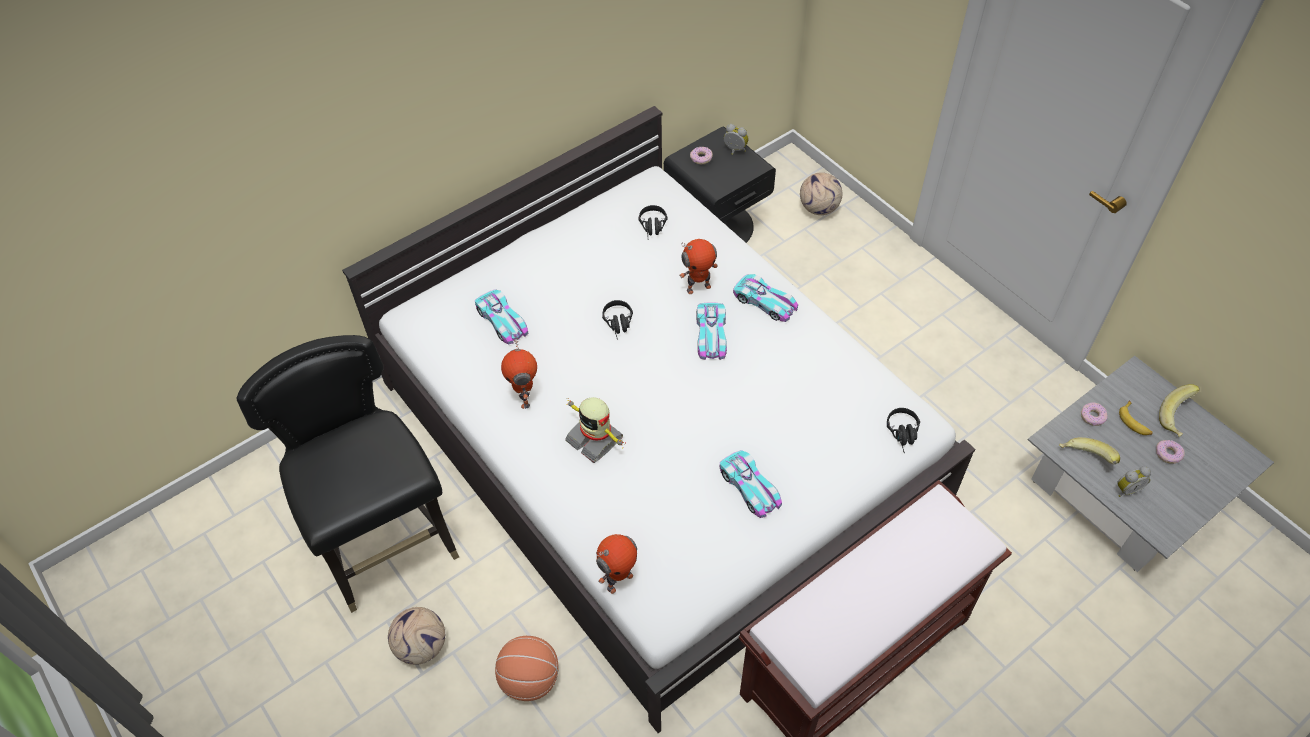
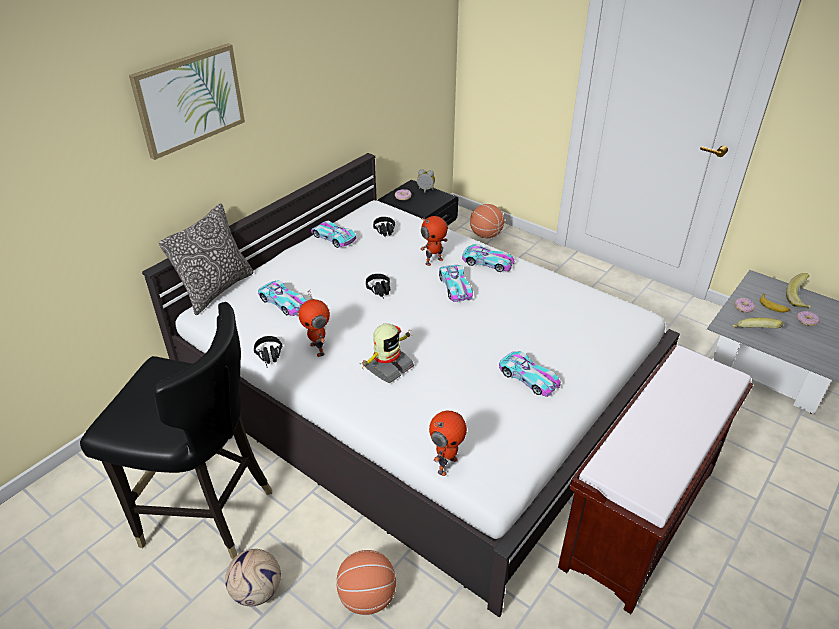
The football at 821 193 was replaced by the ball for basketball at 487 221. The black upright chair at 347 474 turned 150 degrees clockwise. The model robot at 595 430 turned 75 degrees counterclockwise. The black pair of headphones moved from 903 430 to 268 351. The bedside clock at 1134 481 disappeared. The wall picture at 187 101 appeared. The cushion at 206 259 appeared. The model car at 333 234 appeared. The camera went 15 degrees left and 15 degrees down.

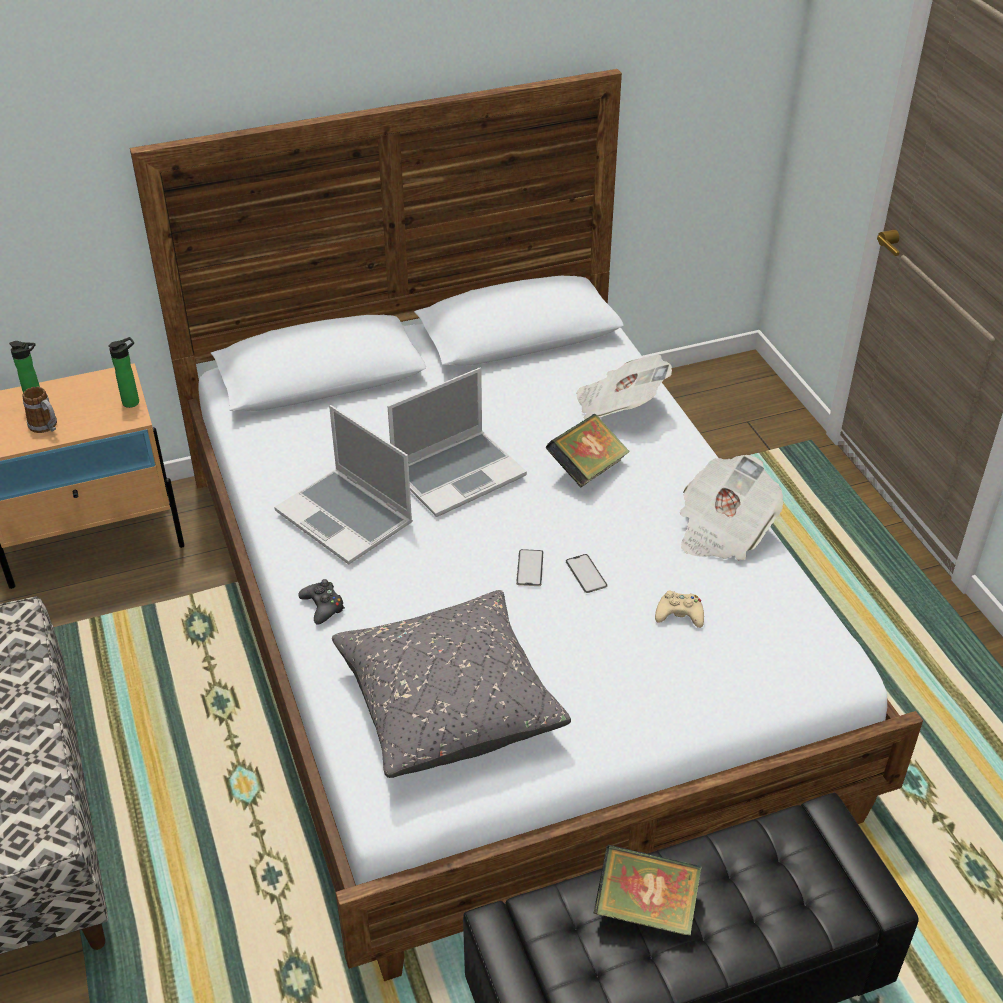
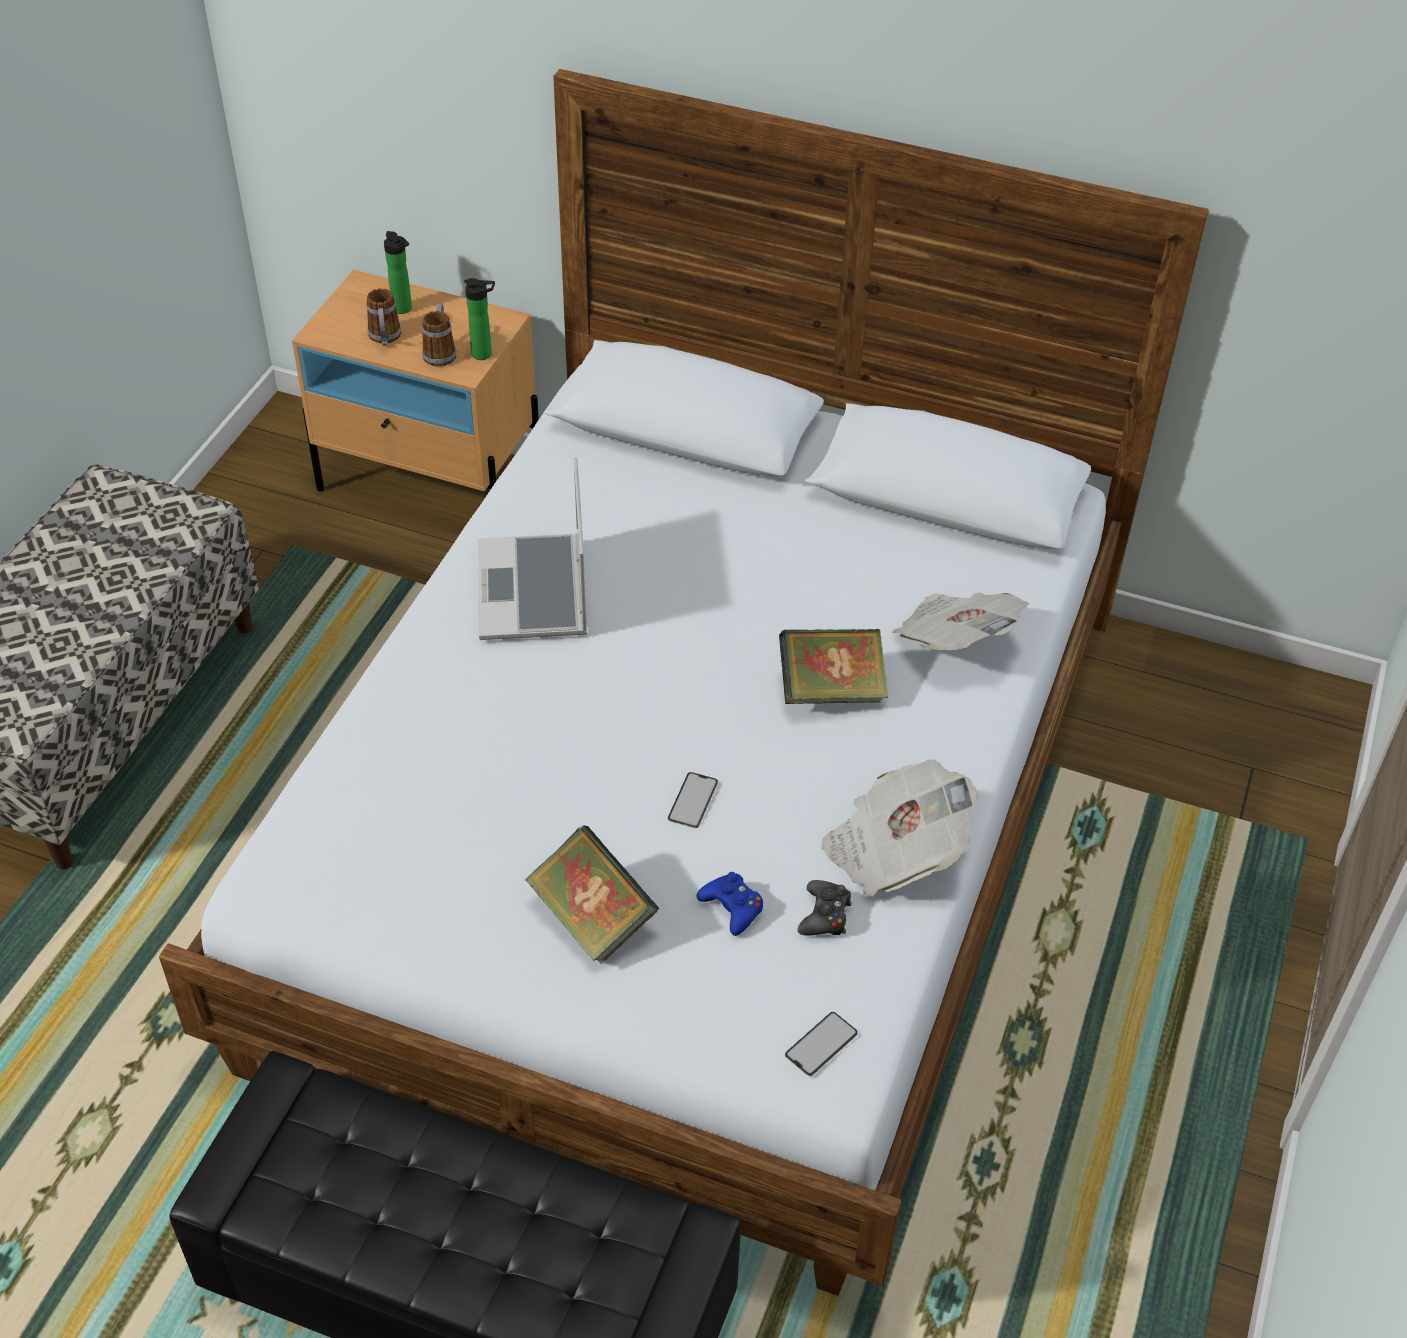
The portable computer at 457 442 disappeared. The handset moved from 529 567 to 821 1044. The black game controller moved from 321 602 to 824 908. The greyish cushion at 451 684 disappeared. The beige-coloured game controller at 679 609 became the blue-coloured game controller at 730 904. The book moved from 647 890 to 592 894. The tea mug at 439 335 appeared. The camera went 40 degrees right and 5 degrees up.

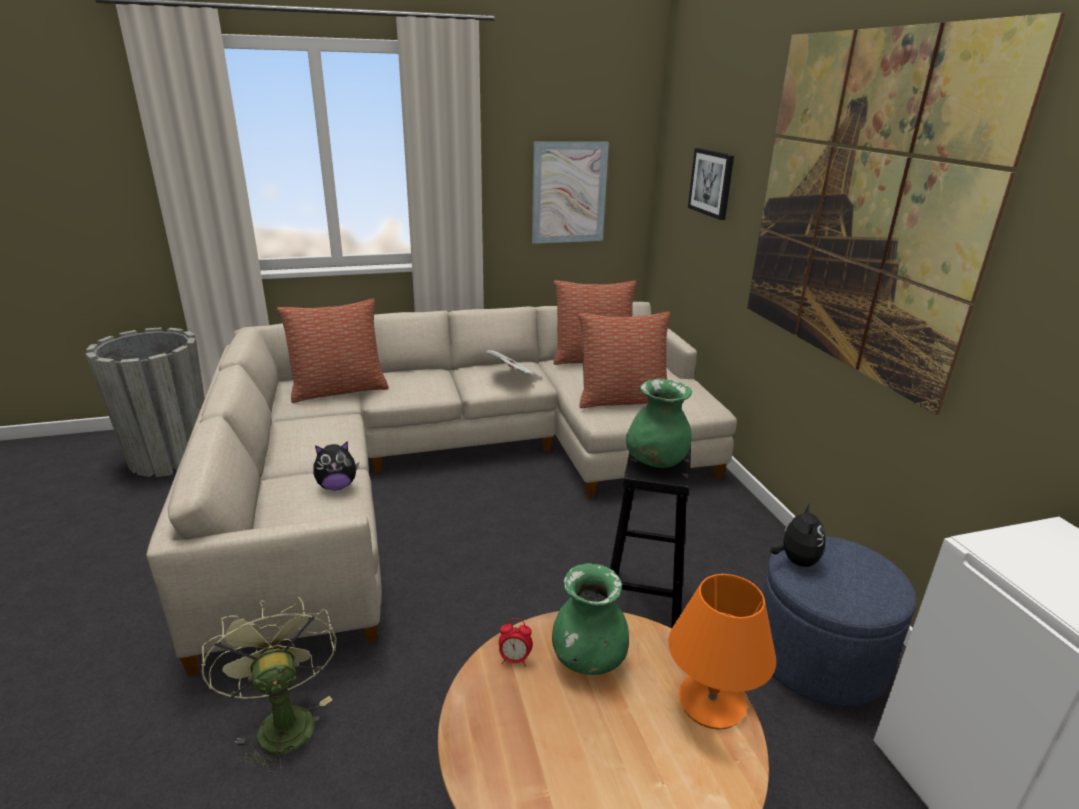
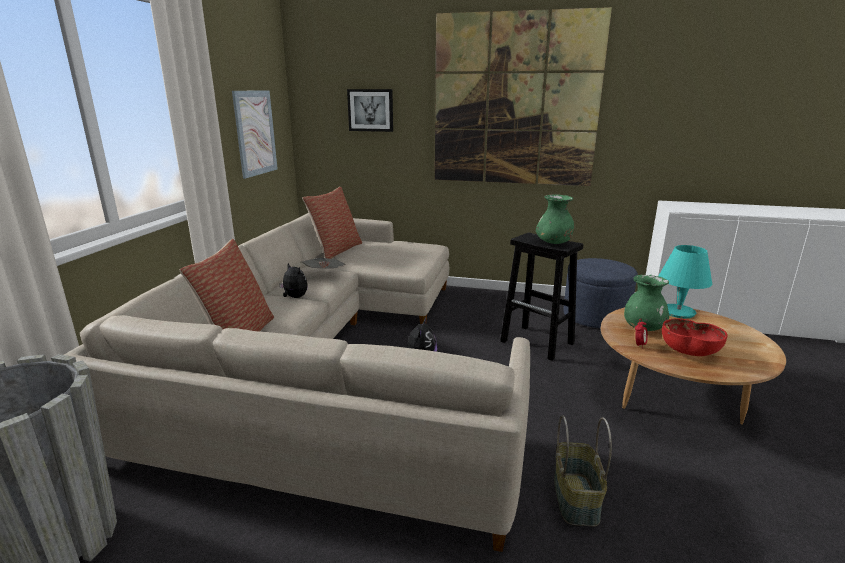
The cushion at 624 360 disappeared. The cuddly toy moved from 798 535 to 293 280. The orange table lamp at 722 652 became the turquoise table lamp at 685 281. The green-coloured fan at 269 685 was replaced by the basket at 583 471. The red bowl at 695 337 appeared. The camera went 60 degrees left and 5 degrees down.

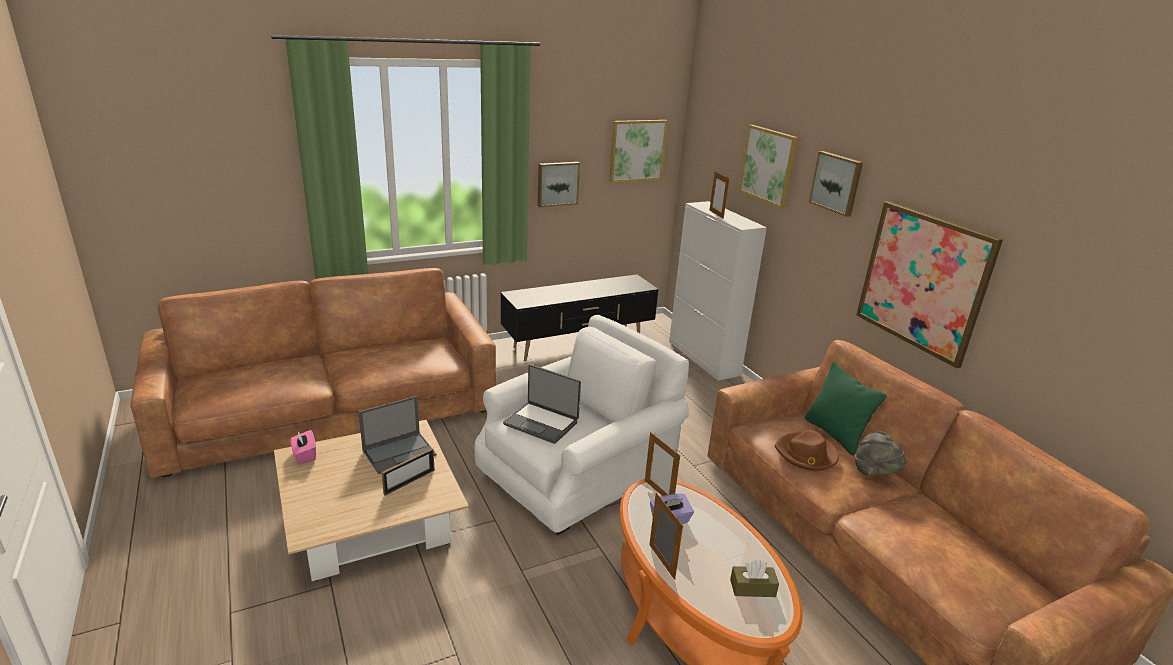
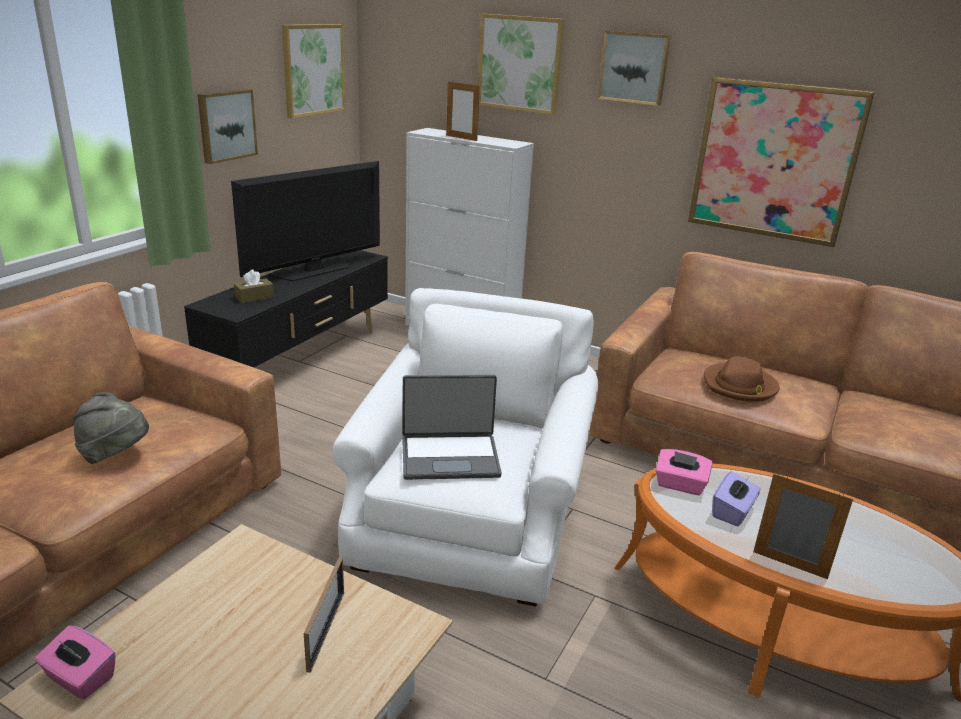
The green-coloured cushion at 846 408 disappeared. The portable computer at 398 435 disappeared. The greyish hat moved from 880 453 to 111 428. The photo frame at 662 464 was replaced by the pink tissue holder at 684 472. The brown-coloured tissue holder moved from 754 578 to 254 286. The television at 305 221 appeared. The camera went 35 degrees left and 0 degrees up.

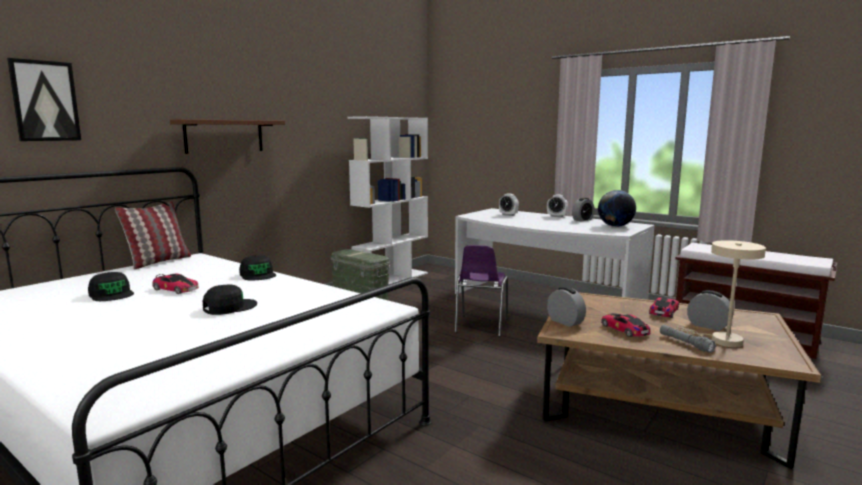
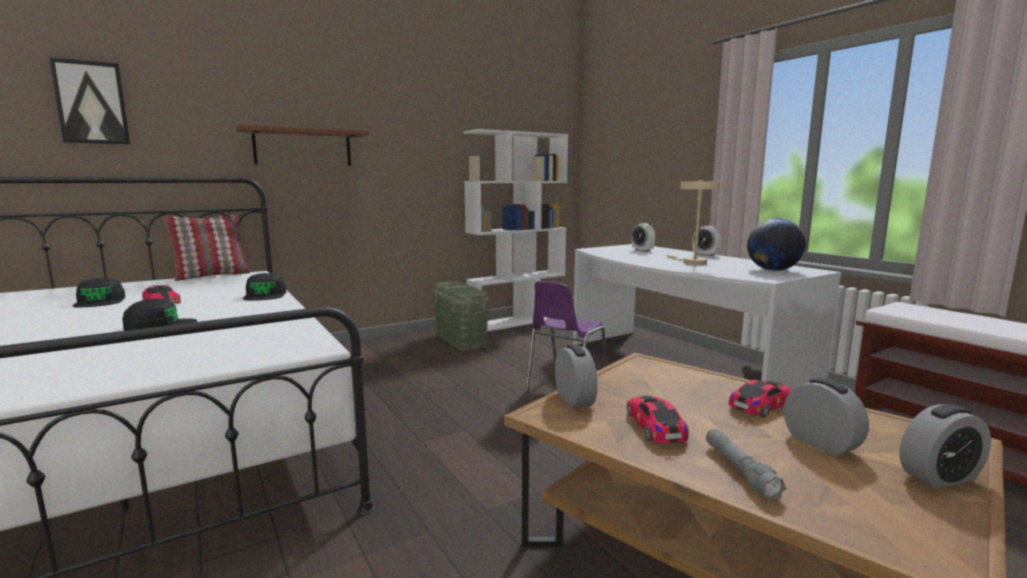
The bedside clock moved from 583 210 to 945 446. The beige-coloured table lamp moved from 721 293 to 693 222. The camera went 20 degrees right and 0 degrees up.

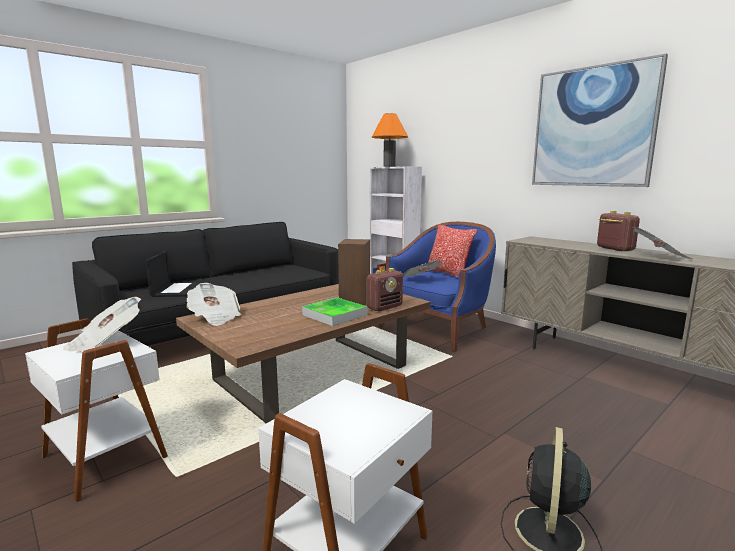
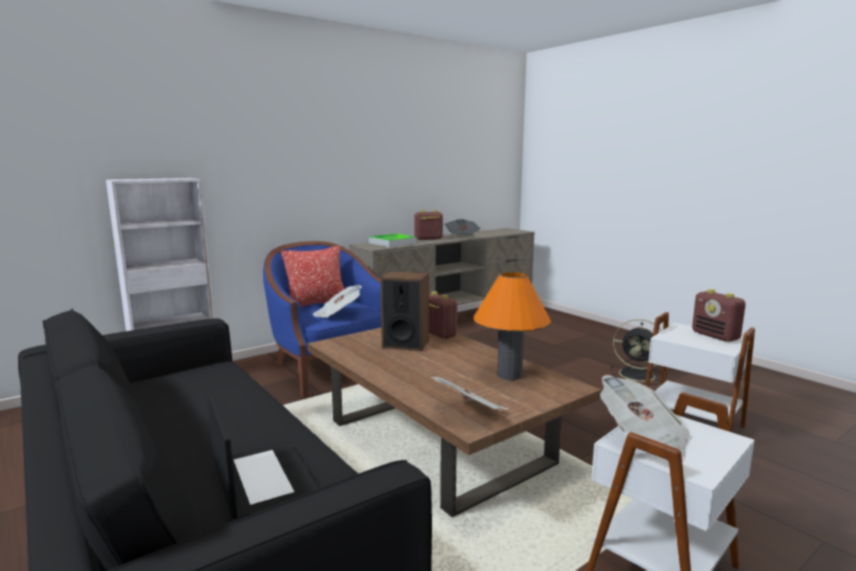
The wall picture at 600 120 disappeared. The orange table lamp moved from 390 140 to 512 326. The portable computer at 175 274 turned 60 degrees clockwise. The carrying tray moved from 335 312 to 393 240. The radio set at 719 315 appeared. The camera went 85 degrees left and 0 degrees up.

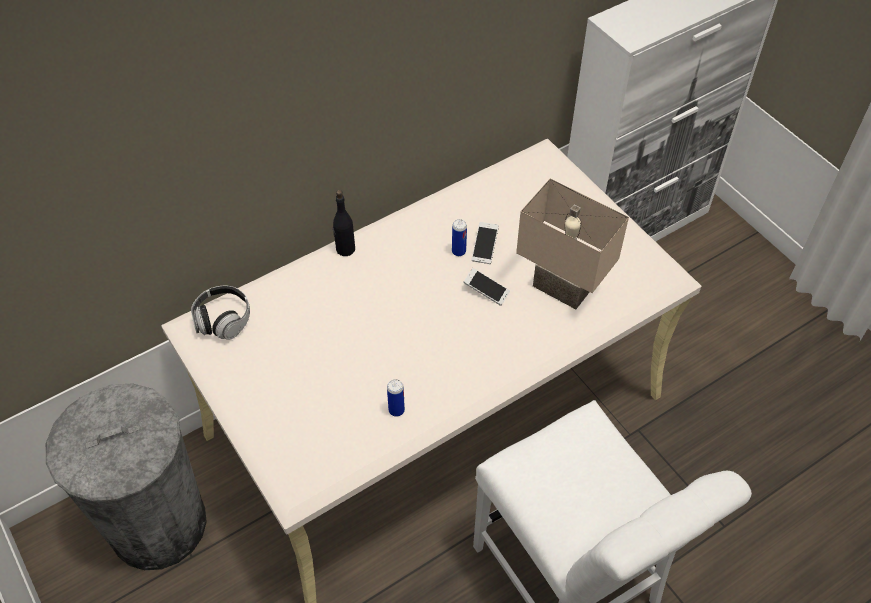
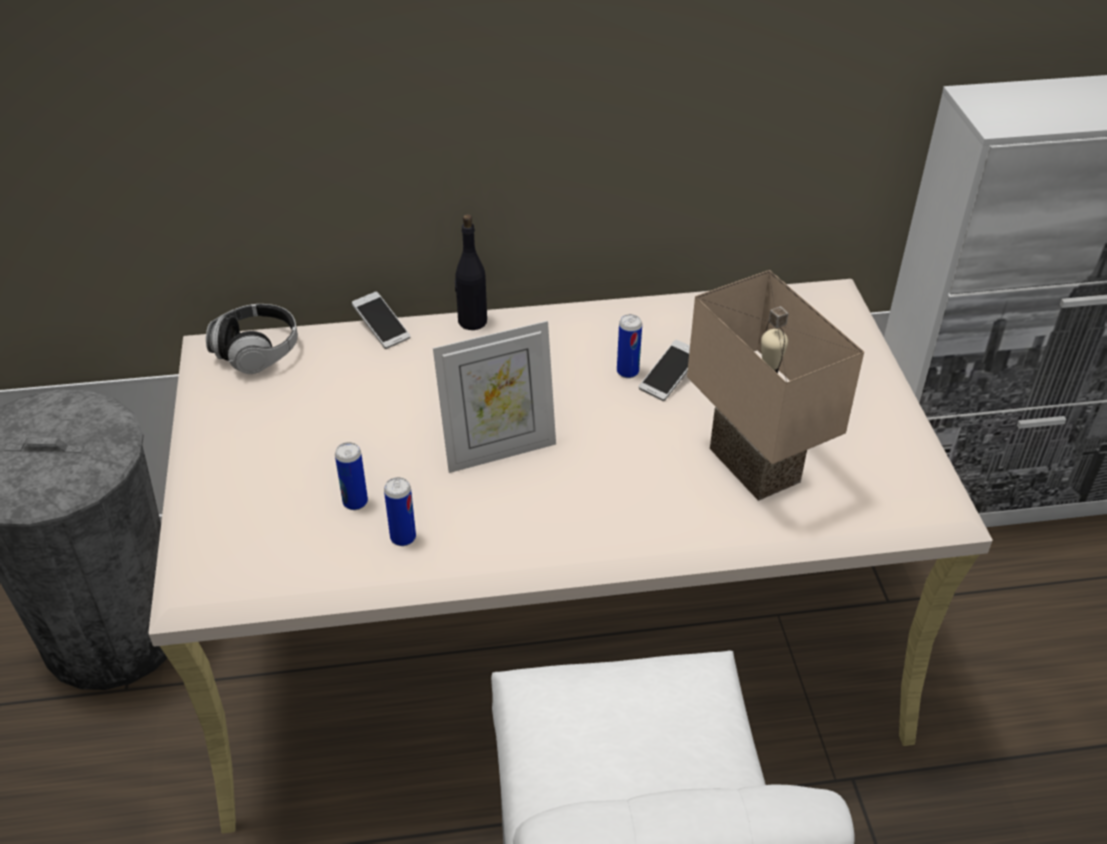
The handset moved from 486 287 to 381 320. The photo frame at 494 397 appeared. The metal can at 351 476 appeared. The camera went 25 degrees right and 10 degrees down.

